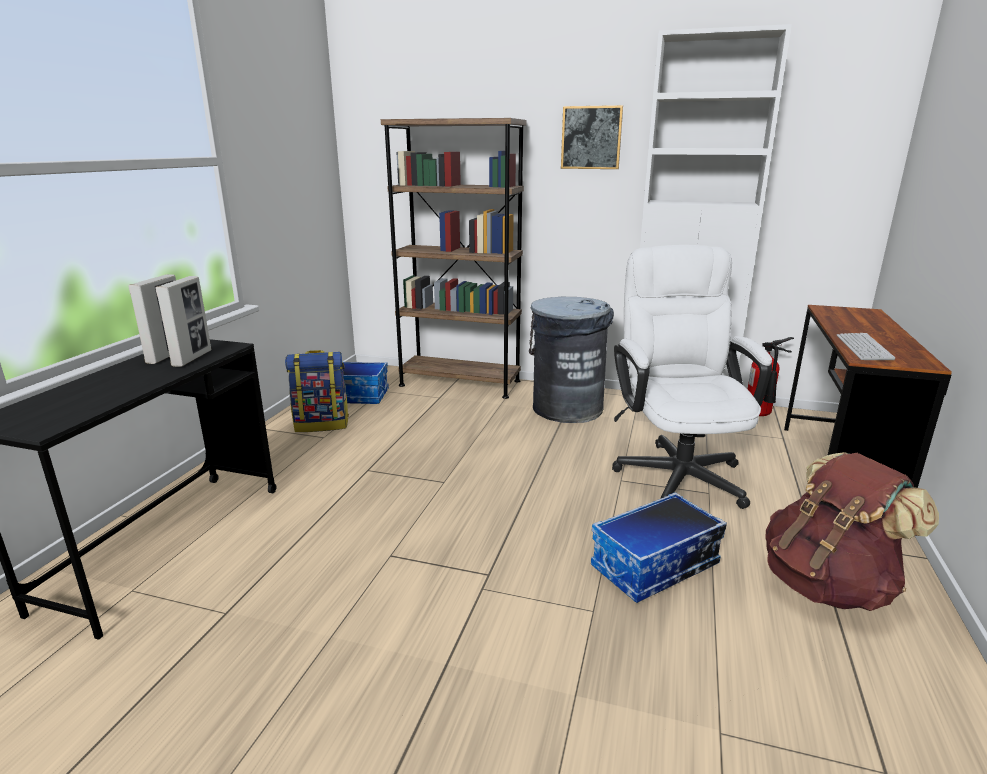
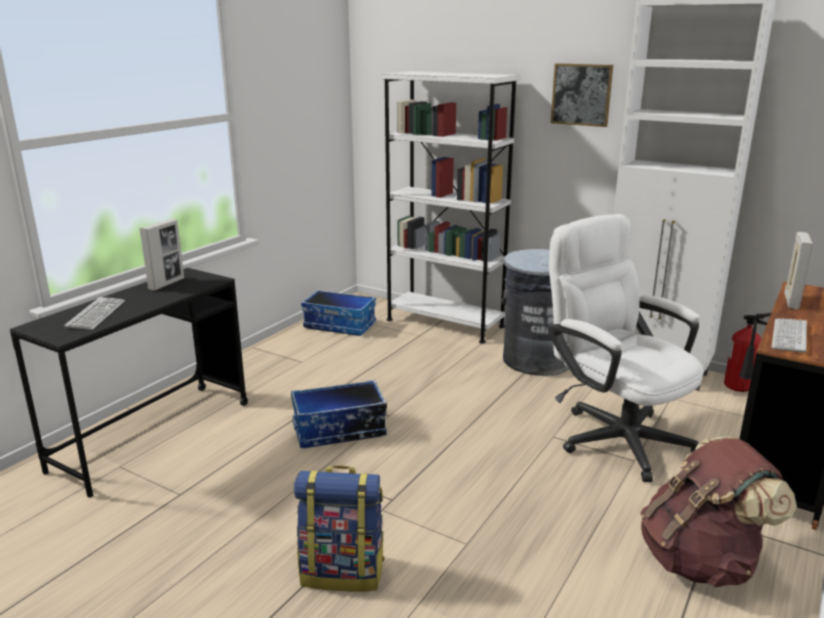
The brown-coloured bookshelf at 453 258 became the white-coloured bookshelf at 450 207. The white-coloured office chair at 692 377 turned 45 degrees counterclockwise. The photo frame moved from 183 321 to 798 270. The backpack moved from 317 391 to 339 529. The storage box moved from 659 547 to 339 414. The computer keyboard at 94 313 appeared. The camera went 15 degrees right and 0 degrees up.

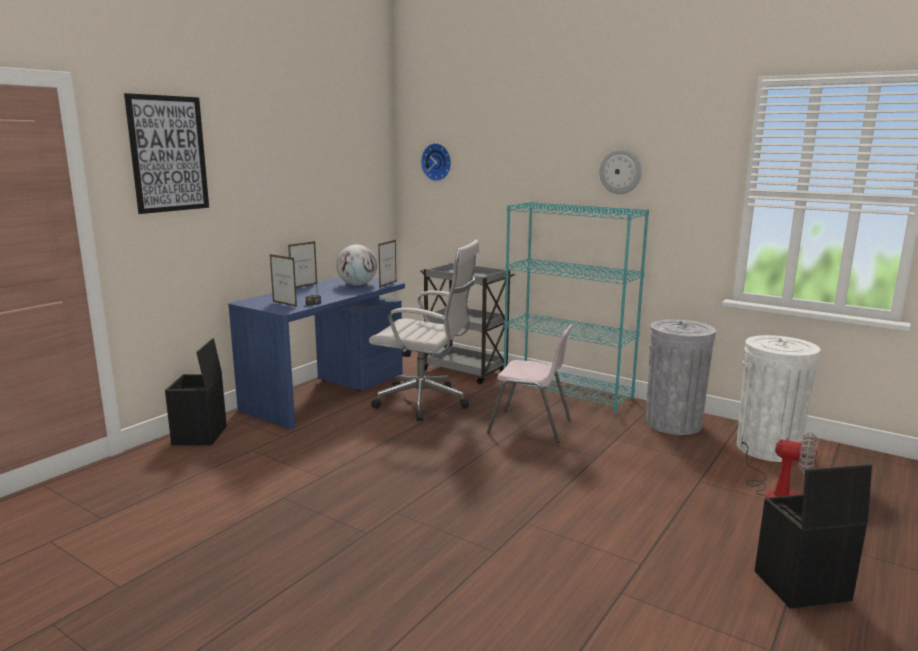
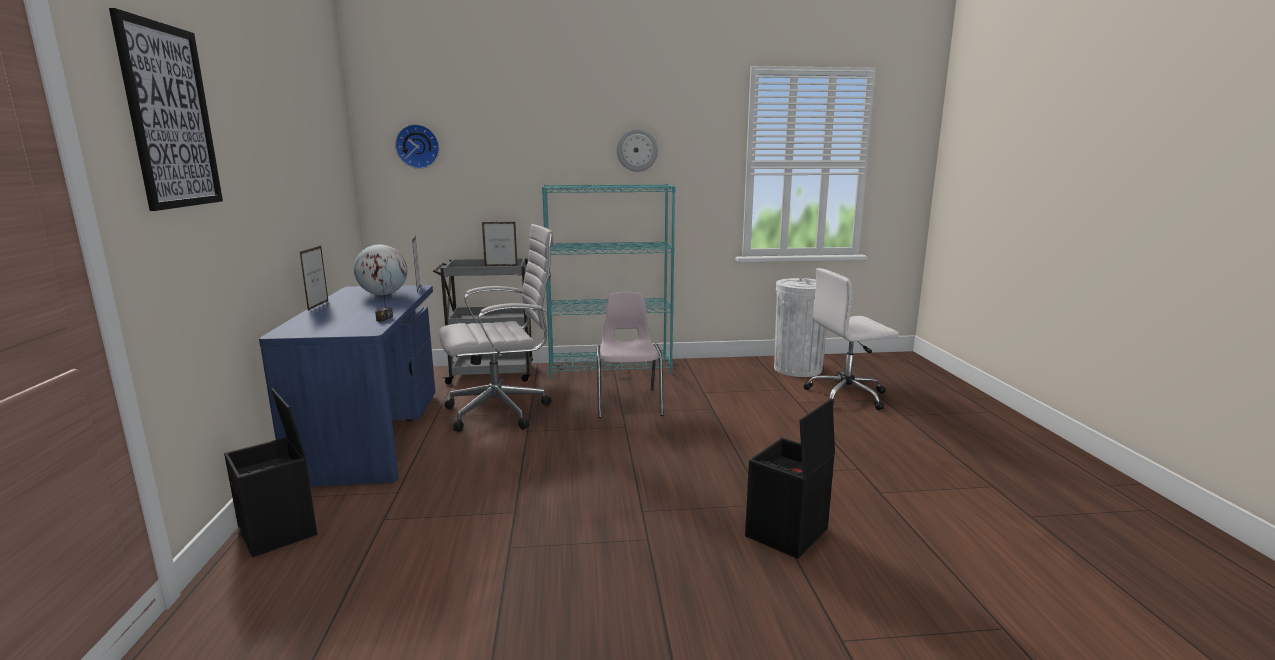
The photo frame moved from 283 280 to 500 244. The greyish trash can at 681 377 disappeared. The pink upright chair at 530 383 turned 75 degrees counterclockwise. The fan at 779 465 was replaced by the white-coloured office chair at 851 339. The black storage box moved from 813 536 to 790 479. The camera went 40 degrees left and 0 degrees up.

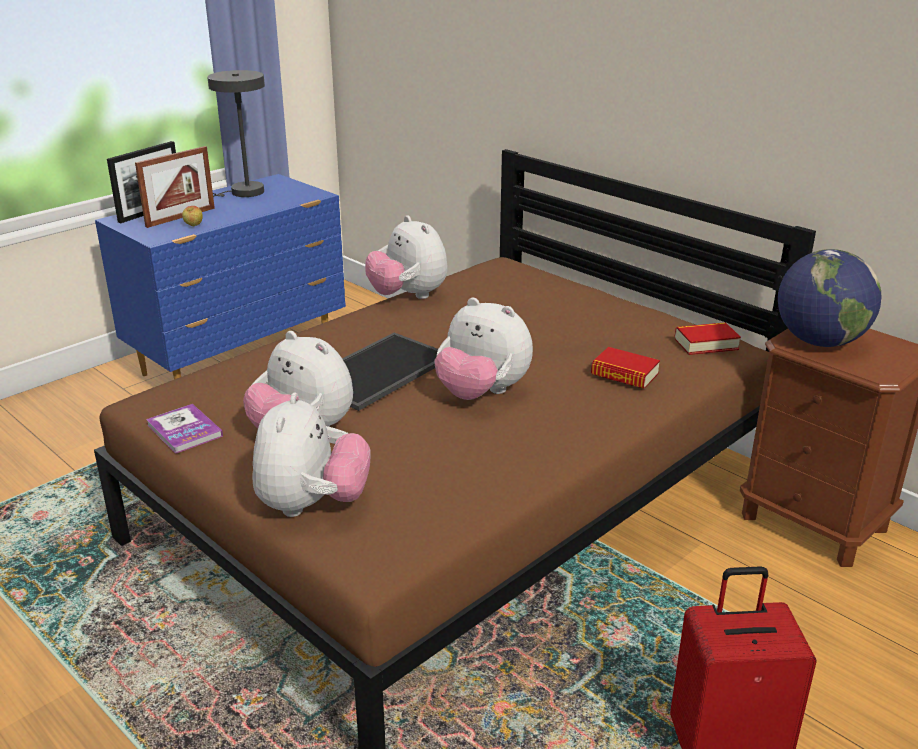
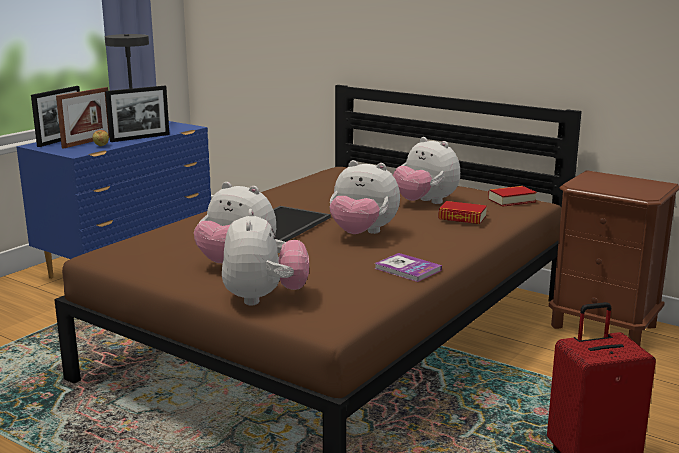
The cuddly toy moved from 406 257 to 426 170. The globe at 830 298 disappeared. The book moved from 184 429 to 408 267. The photo frame at 137 114 appeared. The camera went 10 degrees left and 10 degrees down.

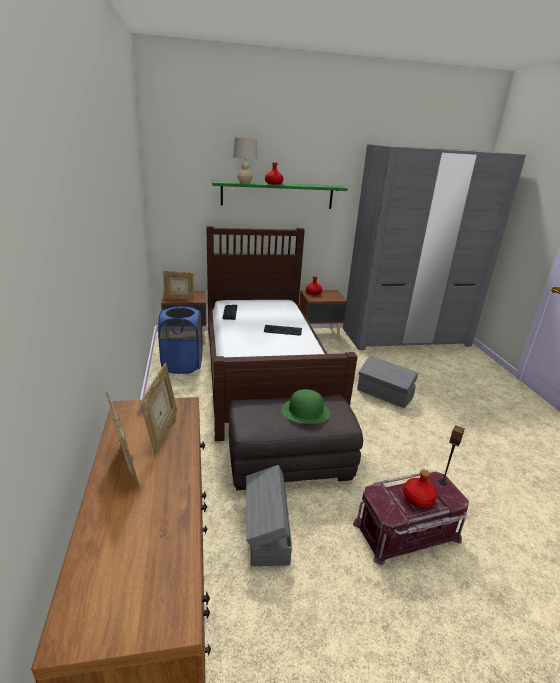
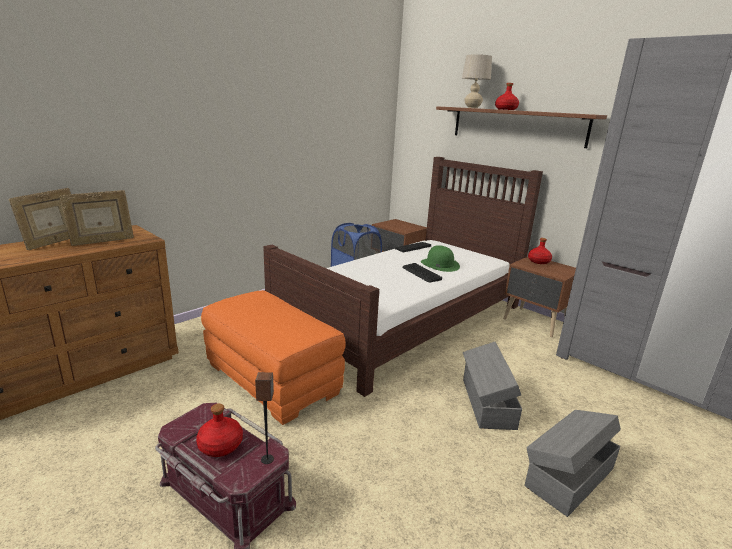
The green-coloured wall shelf at 280 194 became the brown-coloured wall shelf at 521 127. The photo frame at 178 285 disappeared. The green-coloured hat moved from 305 406 to 440 258. The greyish pouffe at 295 442 became the orange pouffe at 273 357. The greyish storage box moved from 269 515 to 573 463. The camera went 55 degrees right and 5 degrees down.

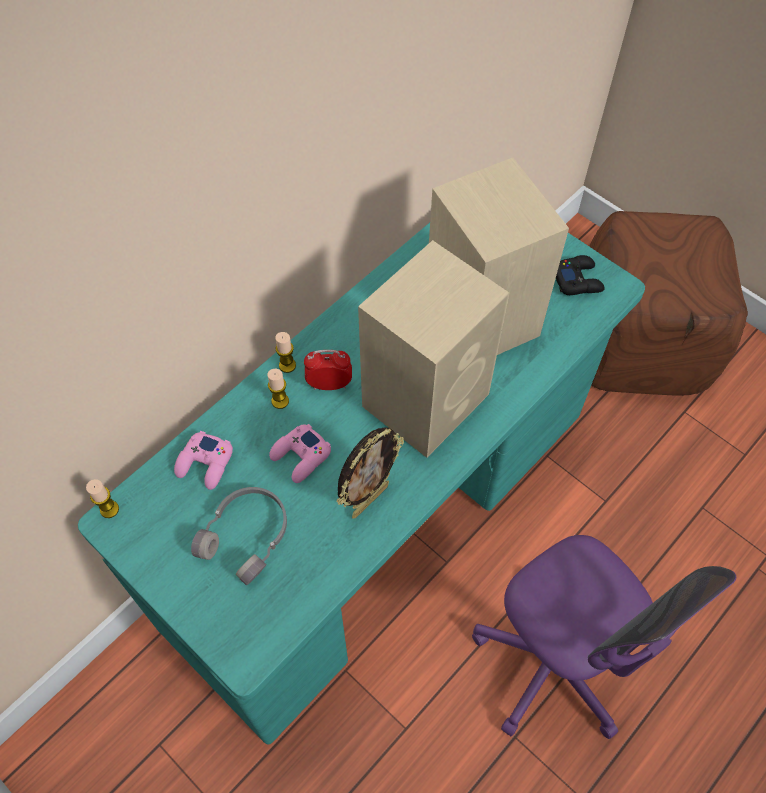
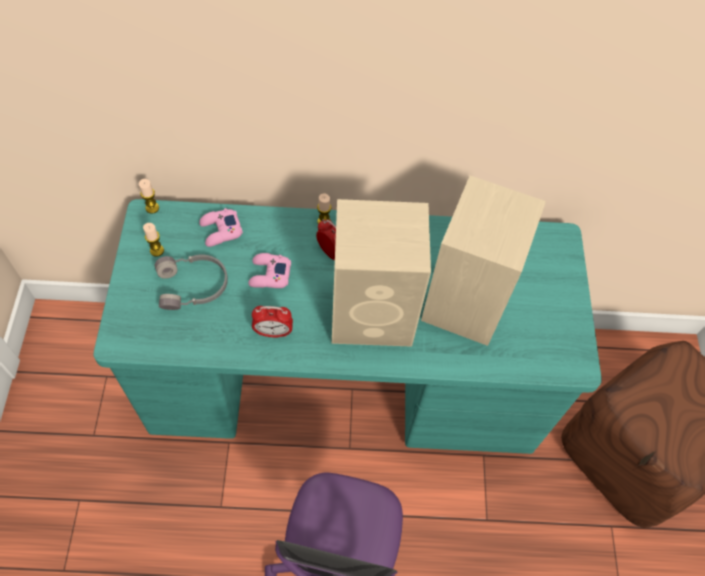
The black game controller at 580 275 disappeared. The wax candle moved from 278 389 to 153 240. The photo frame at 370 473 was replaced by the bedside clock at 272 321. The camera went 45 degrees right and 0 degrees up.

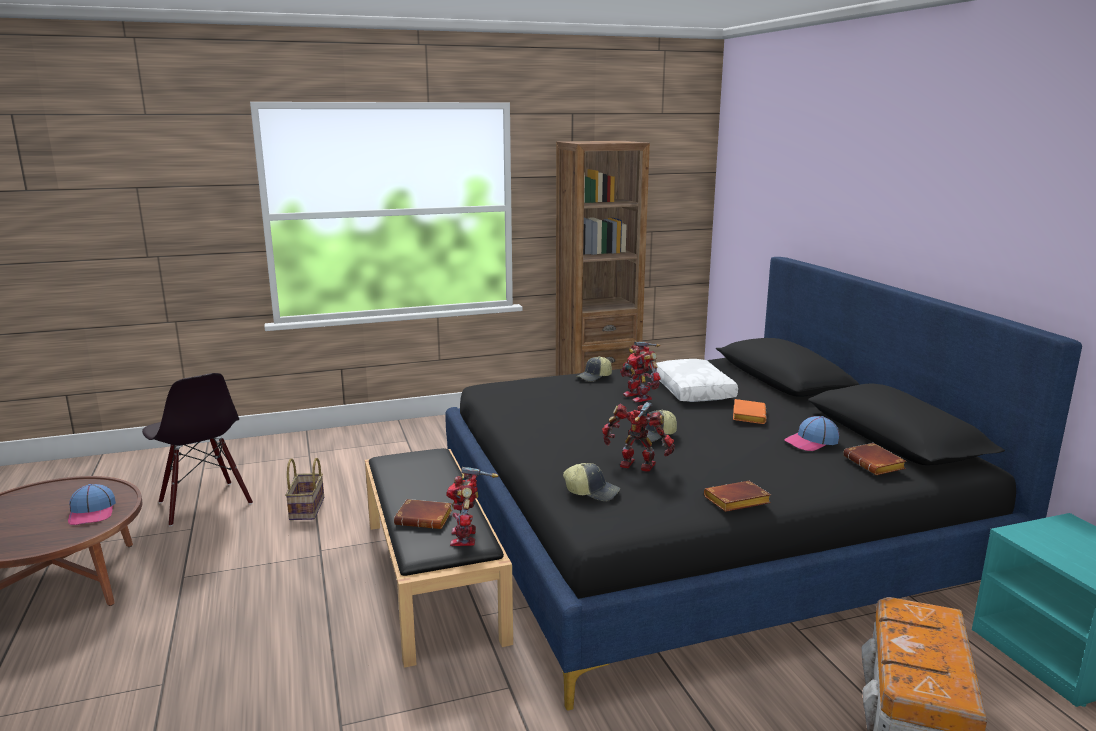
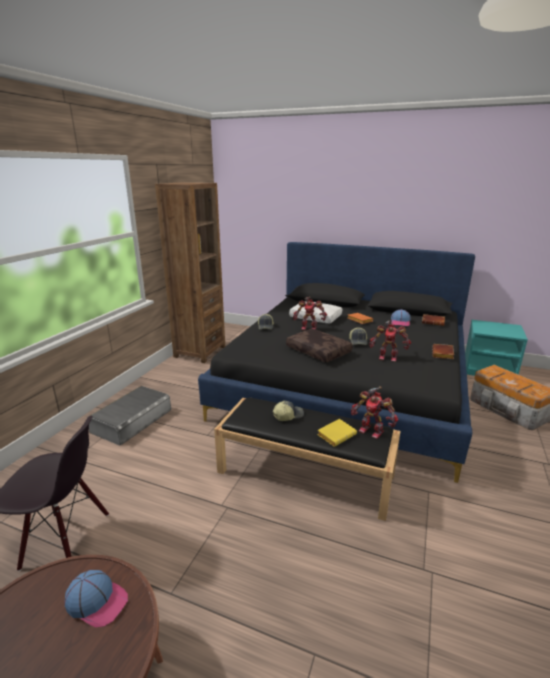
The model robot at 638 437 turned 135 degrees counterclockwise. The basket at 304 489 disappeared. The cap moved from 591 482 to 288 410. The brown-coloured book at 423 514 became the yellowish book at 337 433. The brown-coloured cushion at 319 345 appeared. The greyish storage box at 129 416 appeared. The camera went 50 degrees left and 5 degrees up.

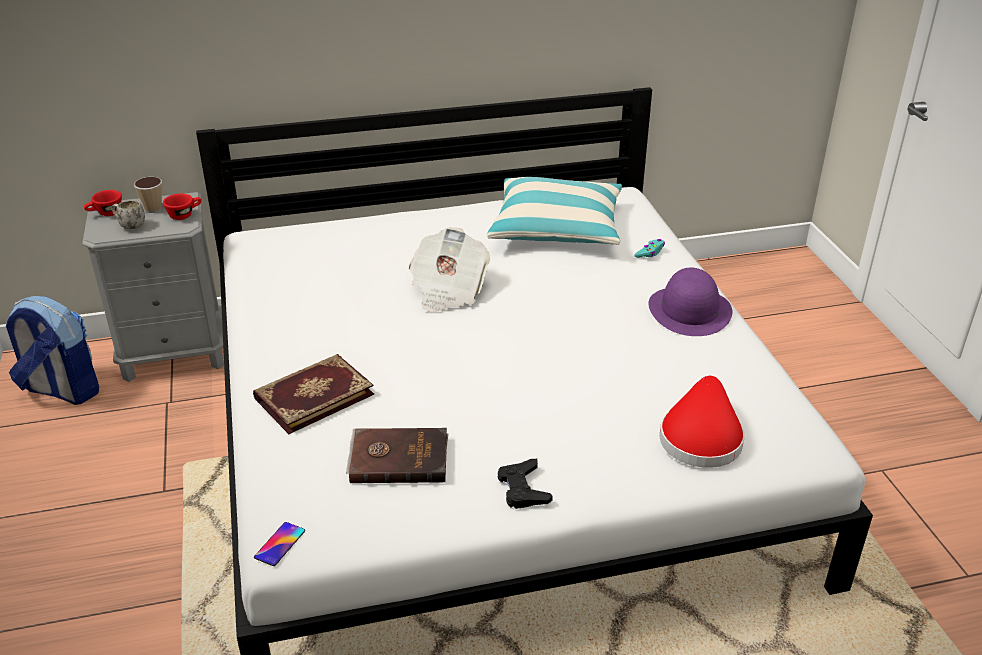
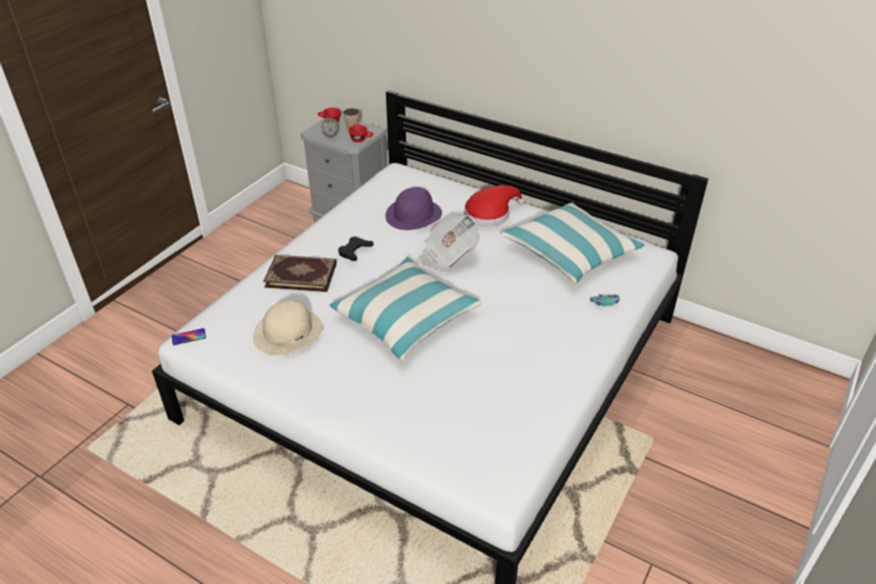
The purple hat moved from 690 302 to 413 208. The backpack at 52 350 disappeared. The red hat moved from 702 422 to 494 205. The brown-coloured book at 397 455 was replaced by the beige-coloured hat at 288 327. The black game controller moved from 525 484 to 355 248. The cushion at 406 309 appeared. The camera went 45 degrees right and 5 degrees up.

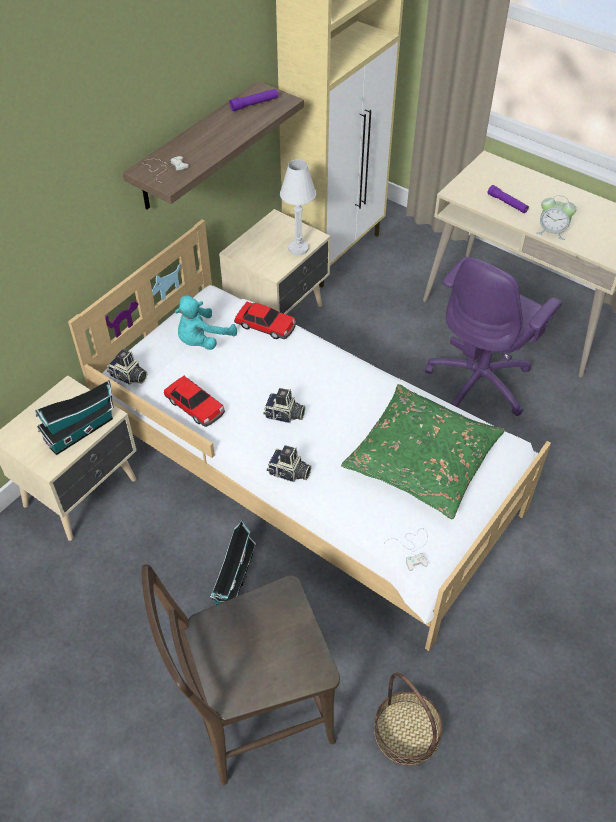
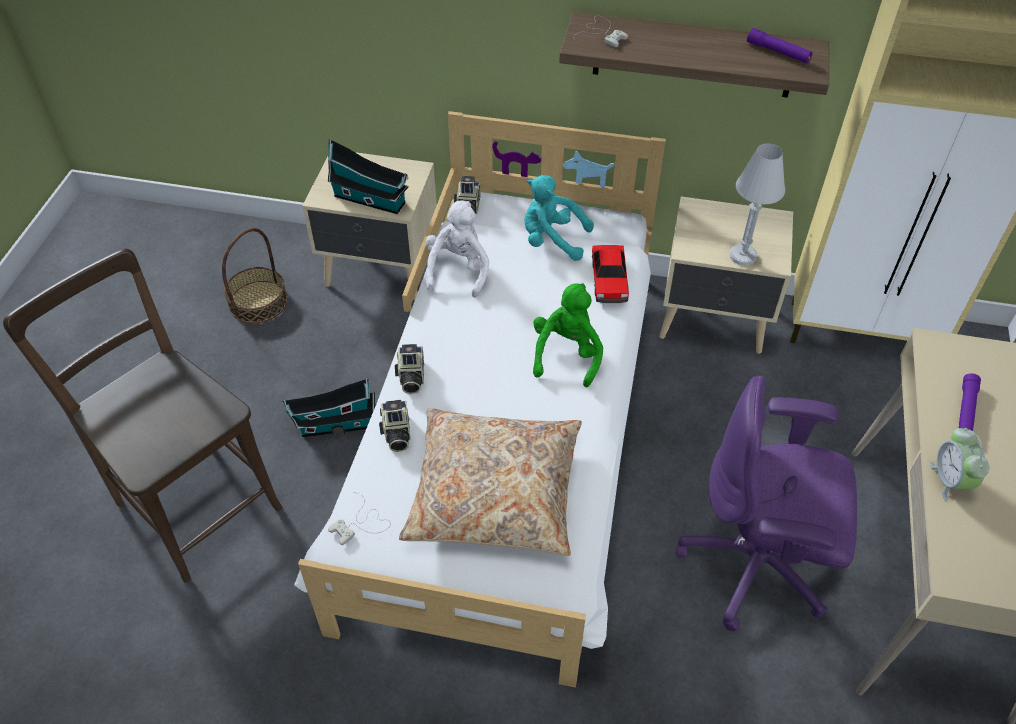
The model car at 194 401 was replaced by the white-coloured cuddly toy at 457 249. The green-coloured cushion at 423 451 became the beige-coloured cushion at 490 482. The still camera moved from 284 405 to 395 426. The basket moved from 408 719 to 255 275. The green-coloured cuddly toy at 568 335 appeared. The camera went 65 degrees right and 0 degrees up.

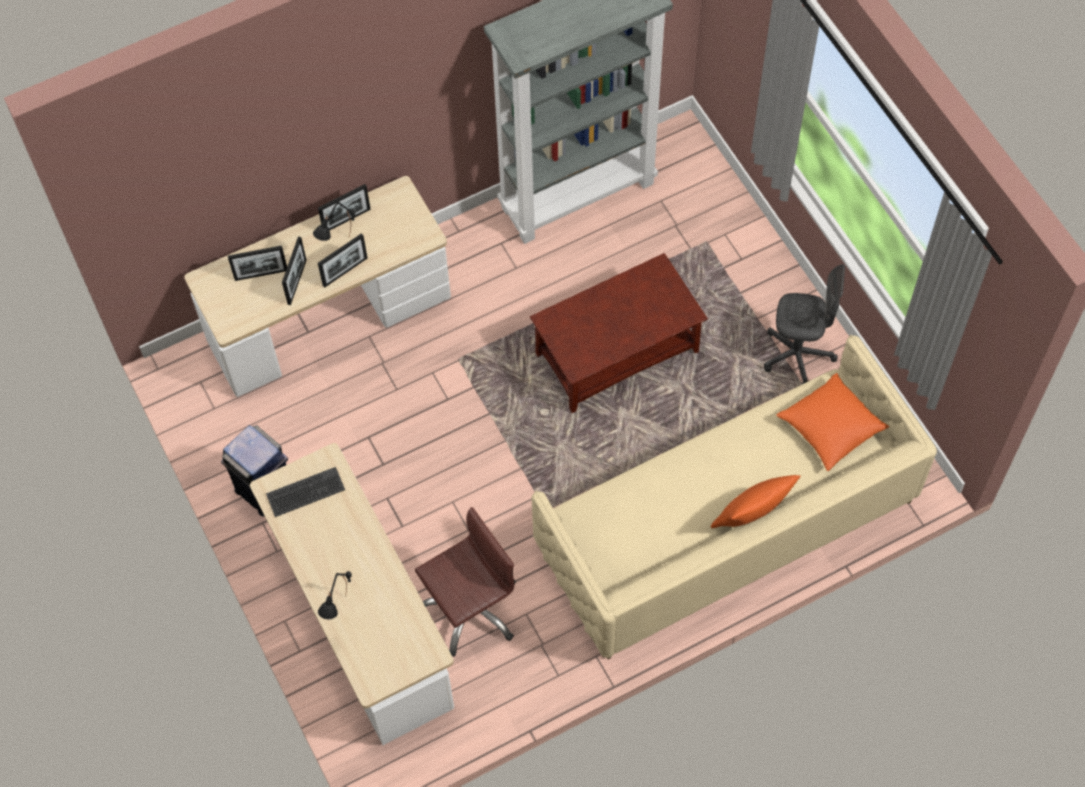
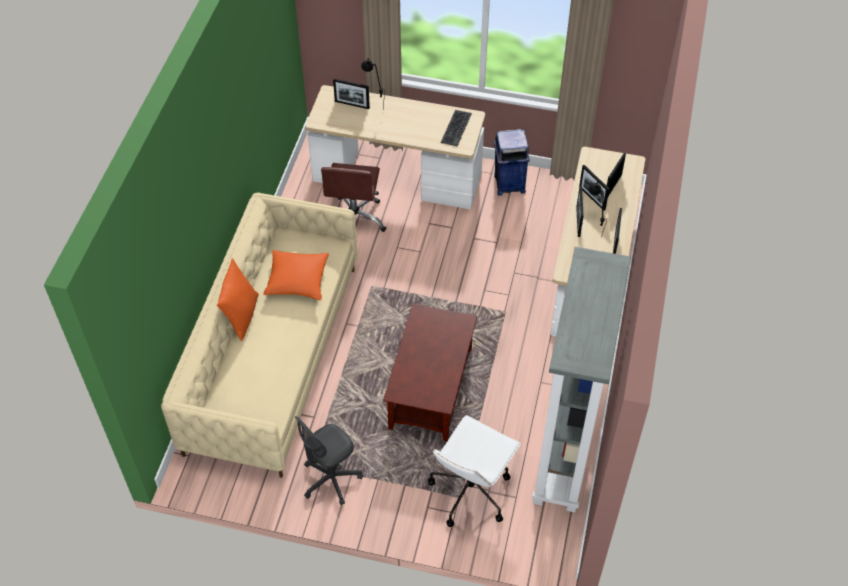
The orange cushion moved from 832 422 to 296 275. The photo frame at 351 94 appeared. The white-coloured office chair at 474 471 appeared. The camera went 130 degrees right and 10 degrees down.

